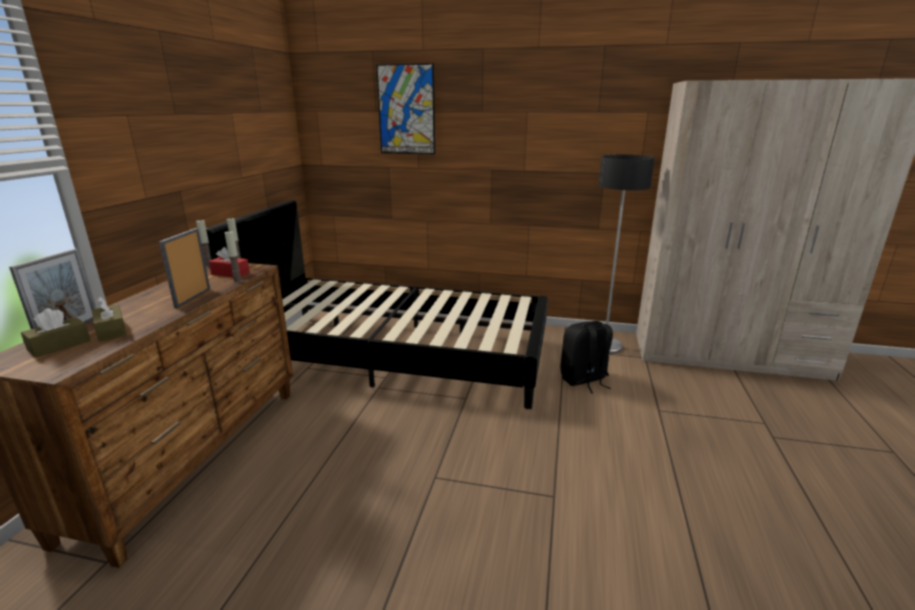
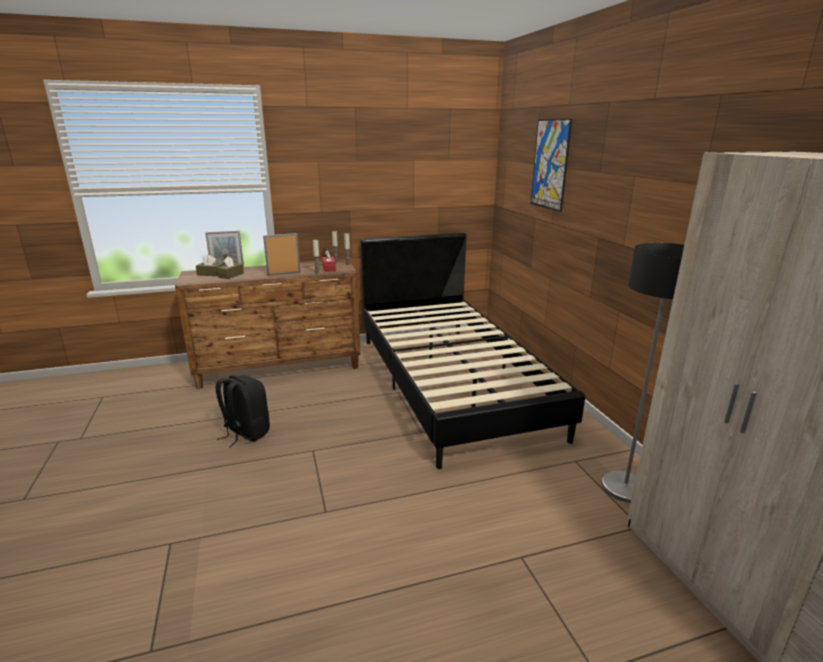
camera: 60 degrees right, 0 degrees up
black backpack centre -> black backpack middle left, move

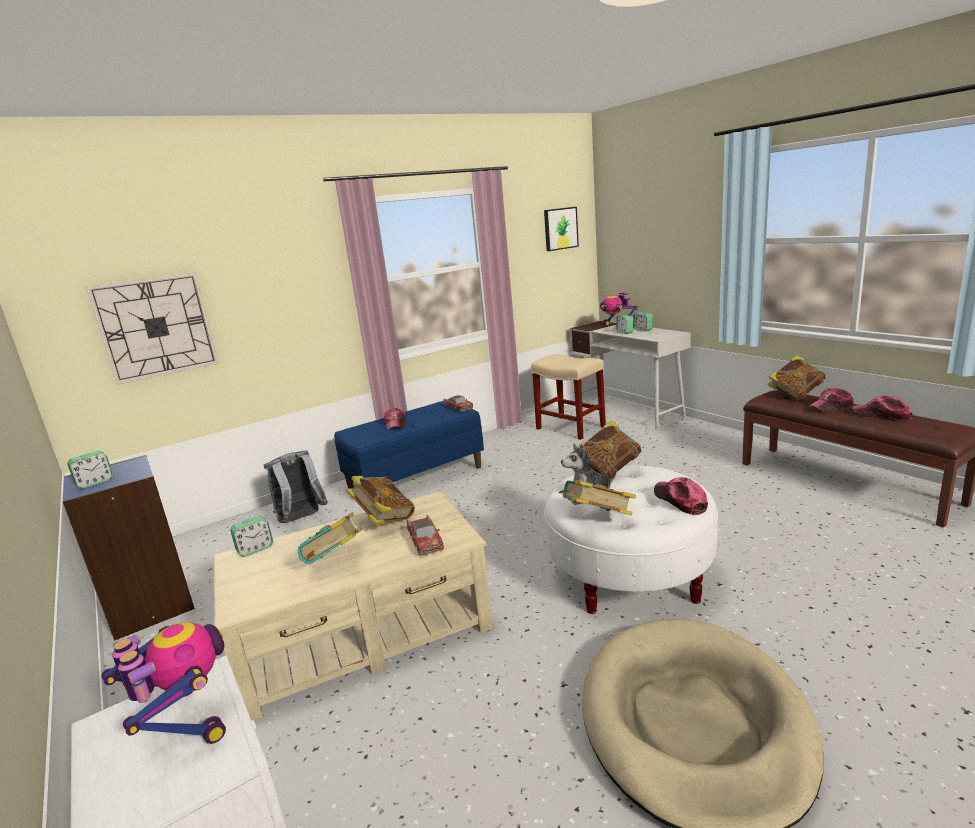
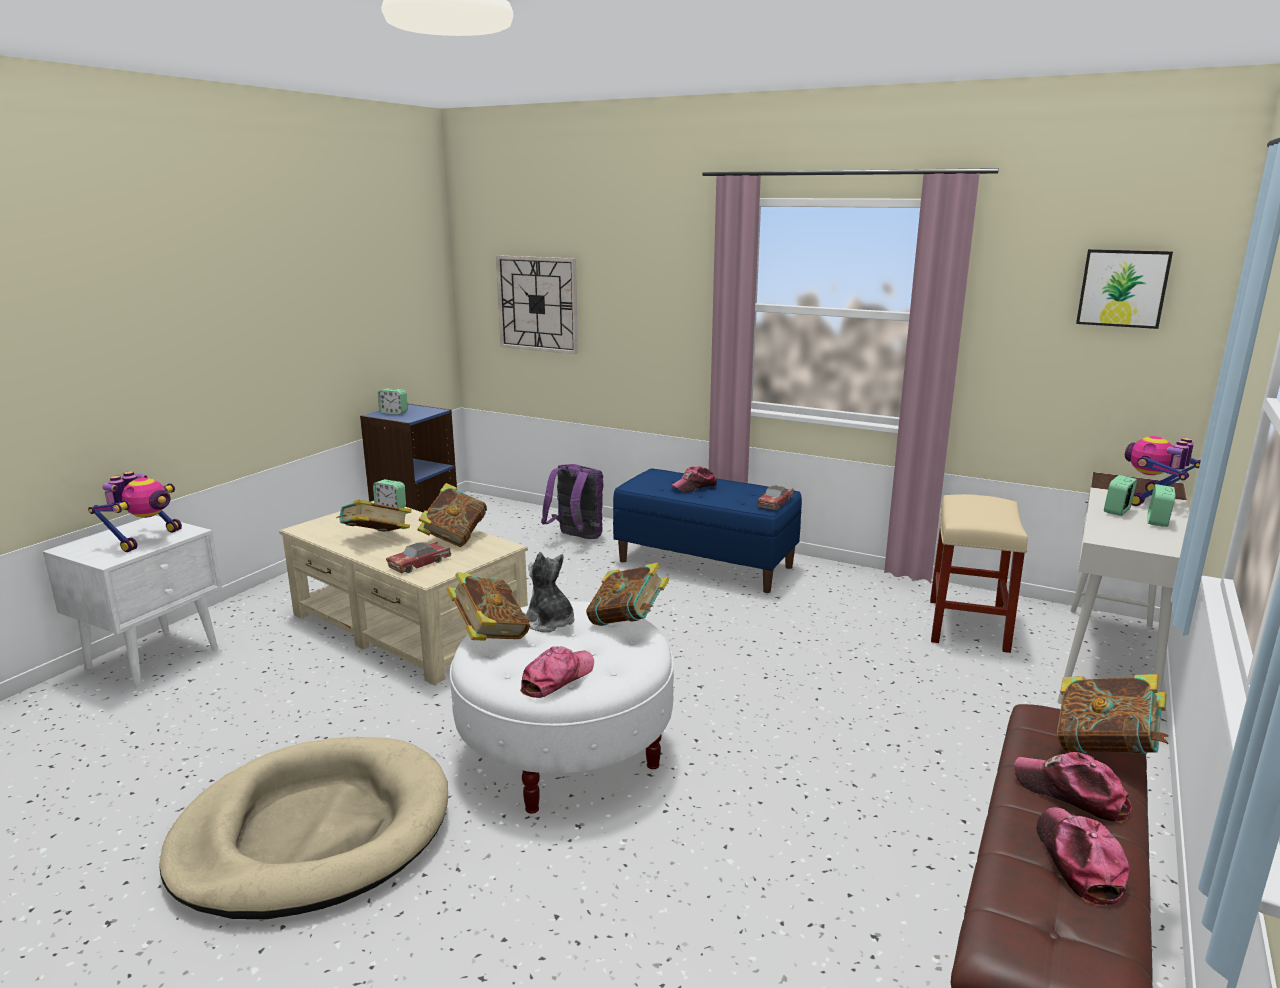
camera: 60 degrees right, 0 degrees up
grey backpack middle left -> purple backpack centre

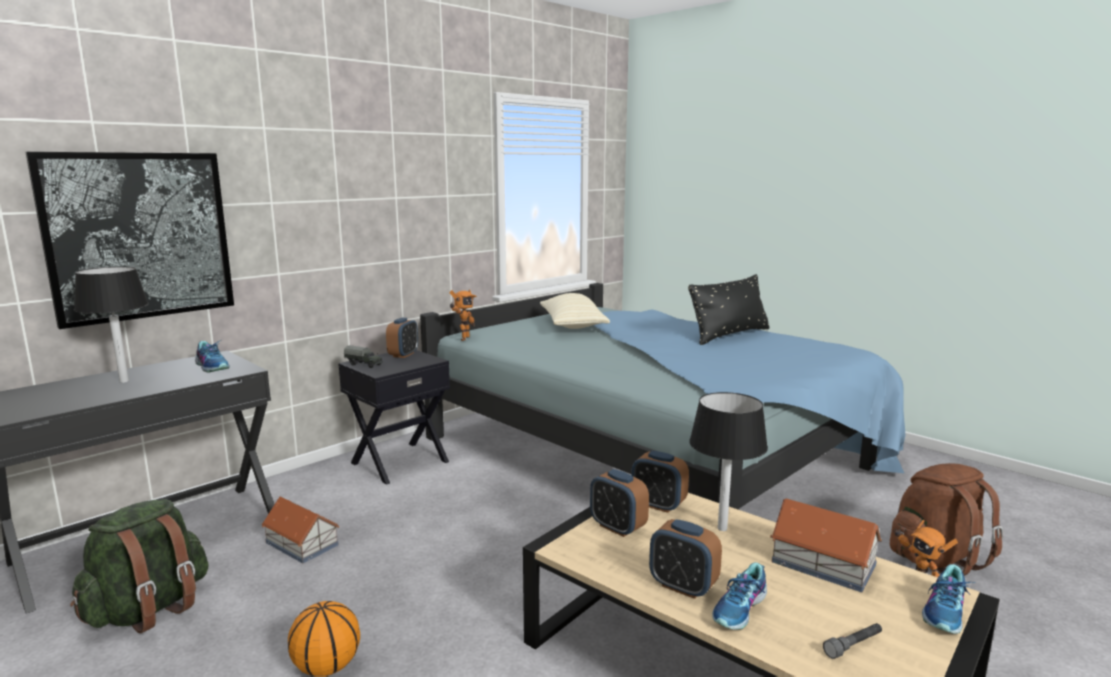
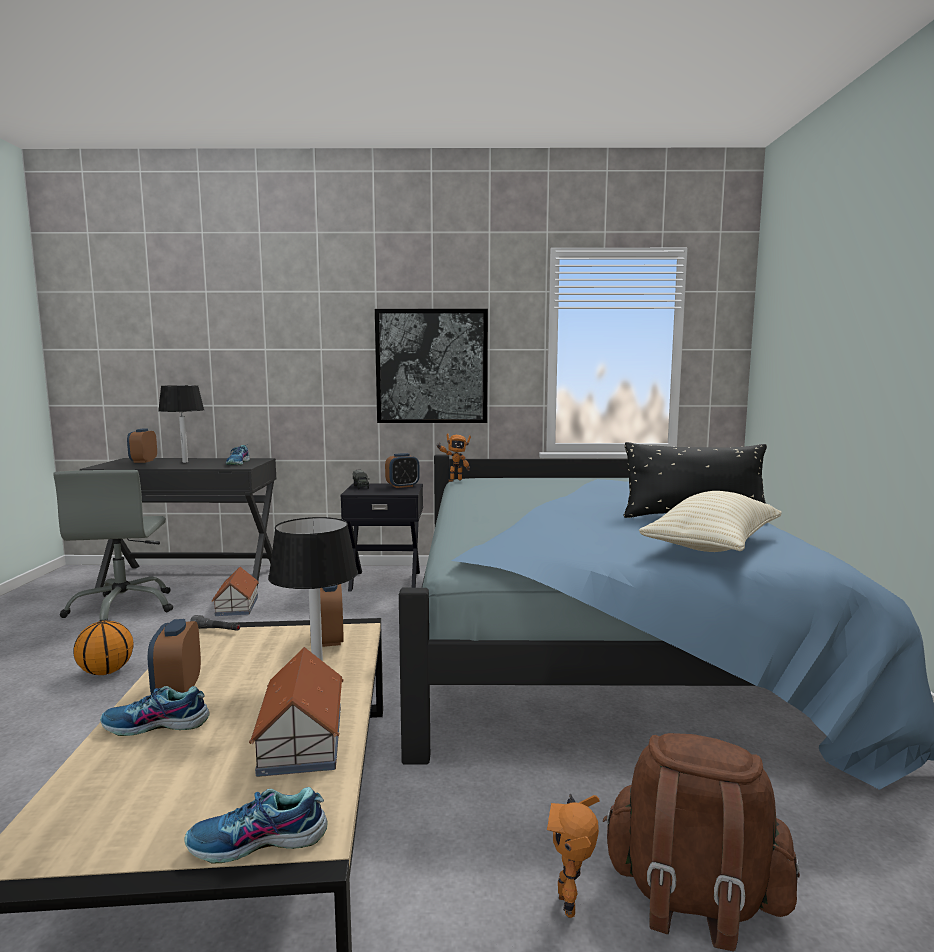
camera: 45 degrees right, 5 degrees down
green backpack bottom left -> grey office chair middle left
alarm clock (2nd from left in the first image) bottom centre -> alarm clock (1st from left) middle left, move
grey flashlight bottom right -> grey flashlight middle left, move
picture middle left -> picture centre, move
beige pillow centre -> beige pillow middle right, move

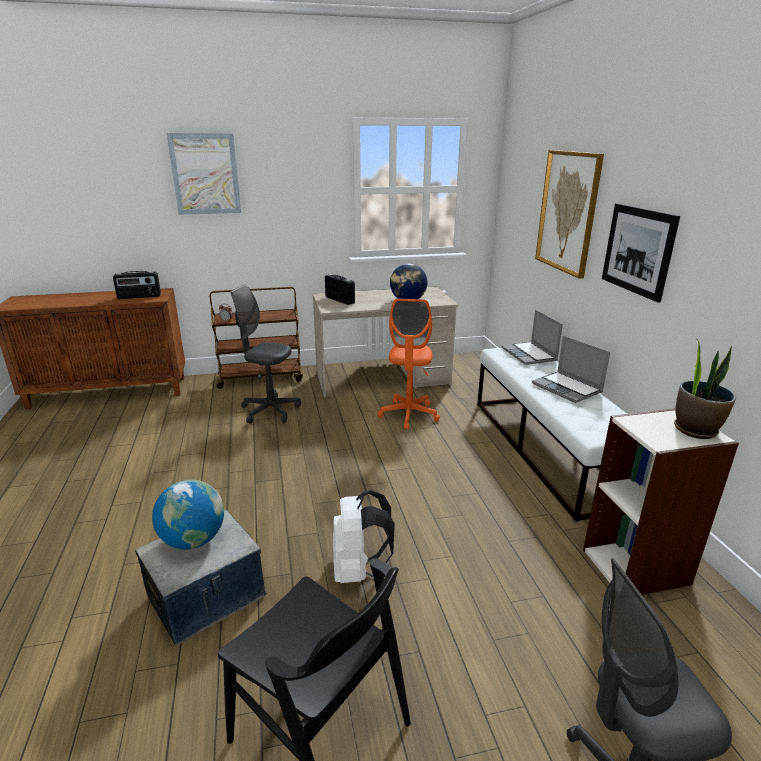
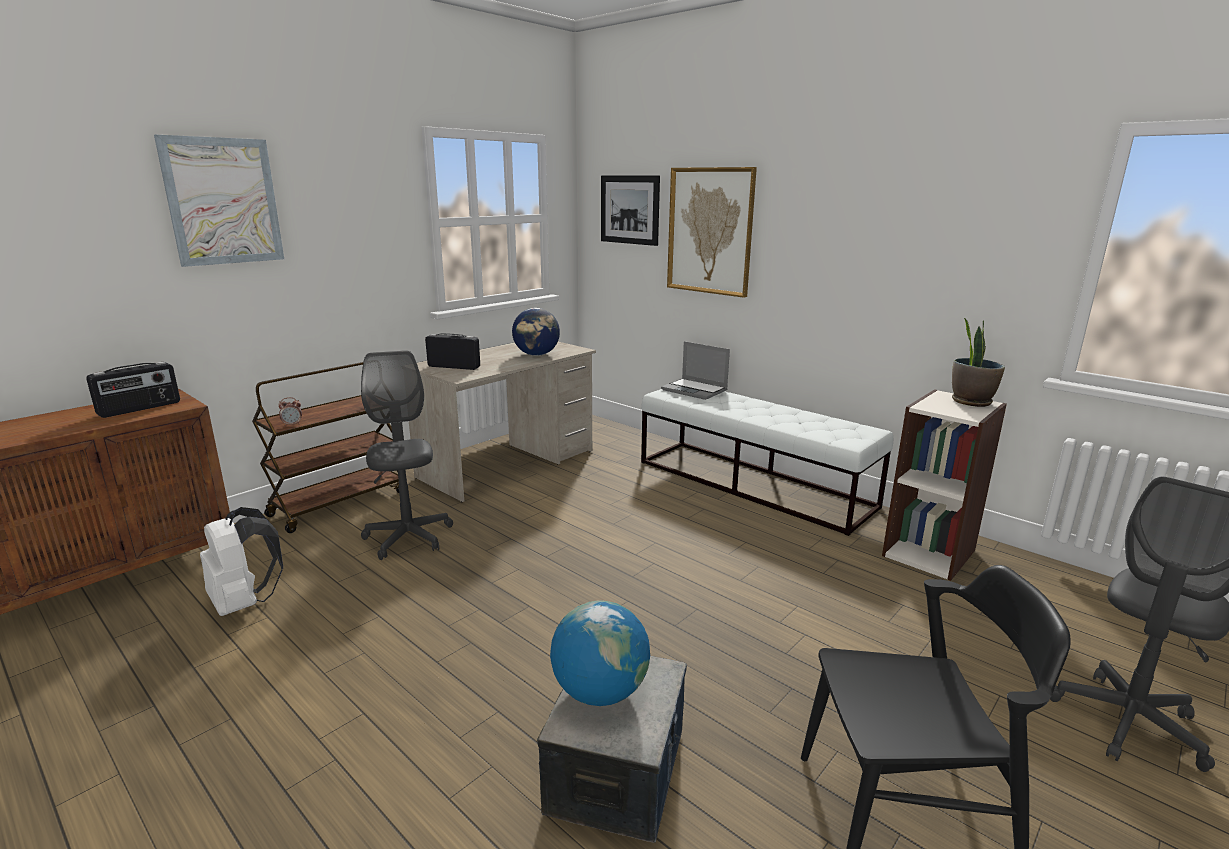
camera: 35 degrees left, 5 degrees down
white backpack bottom centre -> white backpack middle left, move
grey office chair (1st from left) centre -> grey office chair (1st from left) middle left, 90 degrees clockwise
picture (3rd from left in the first image) top right -> picture (2nd from left) top centre, move
orange office chair centre -> none
laptop (2nd from left) middle right -> none

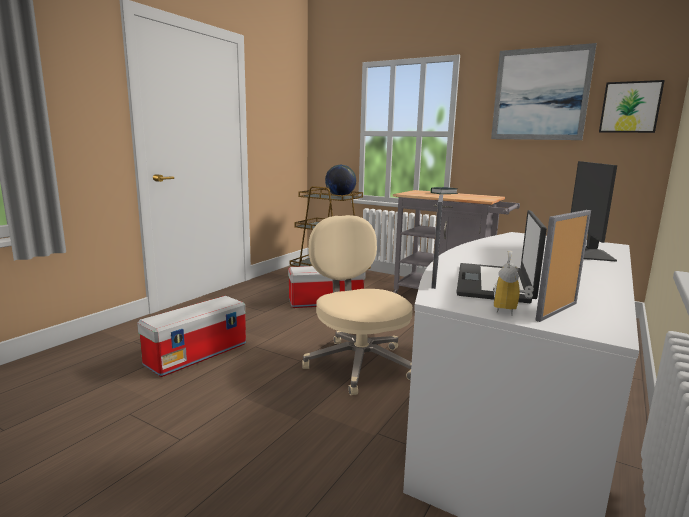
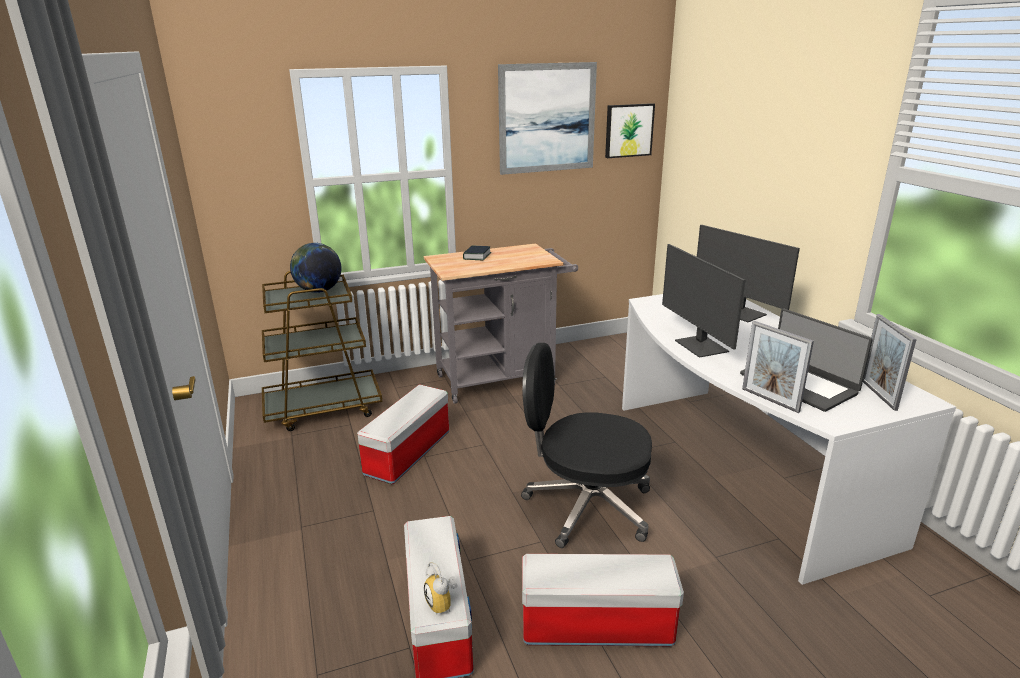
camera: 50 degrees left, 10 degrees up
alarm clock middle right -> alarm clock bottom centre, move
beige office chair centre -> black office chair centre
none -> storage box (3rd from left) bottom centre
none -> monitor (1st from left) middle right

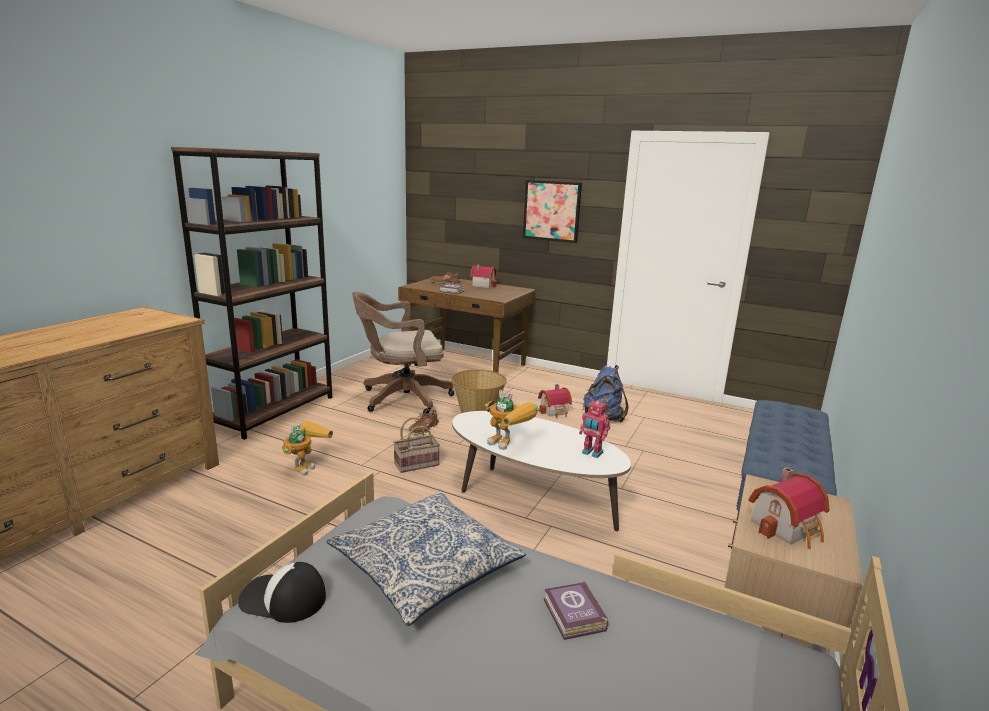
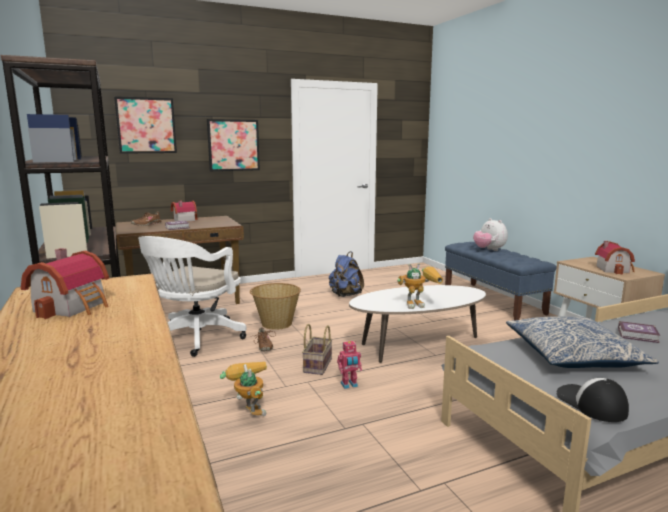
camera: 50 degrees left, 5 degrees down
toy house (2nd from left in the first image) centre -> toy house (1st from left) middle left, move
none -> picture (1st from left) top left
brown office chair centre -> white office chair middle left
toy robot (3rd from left in the first image) centre -> toy robot (2nd from left) bottom centre, move
none -> plush toy middle right
cap bottom left -> cap bottom right, 105 degrees clockwise

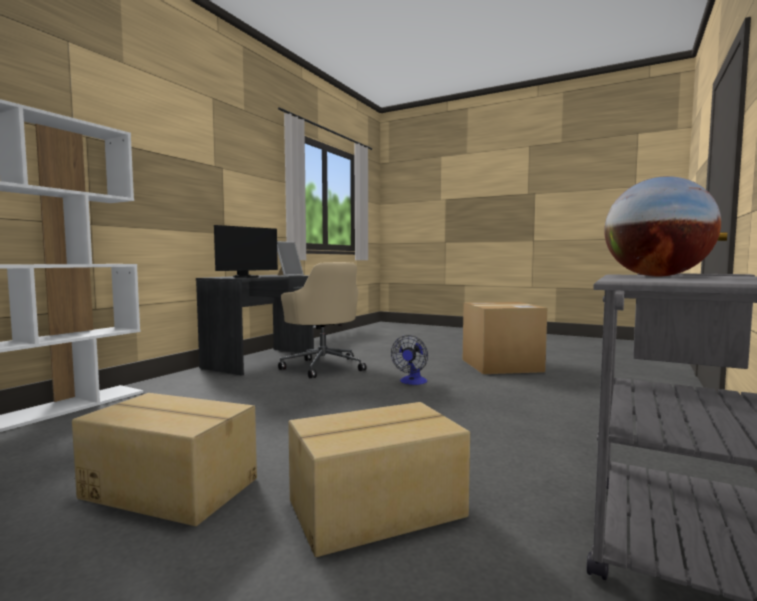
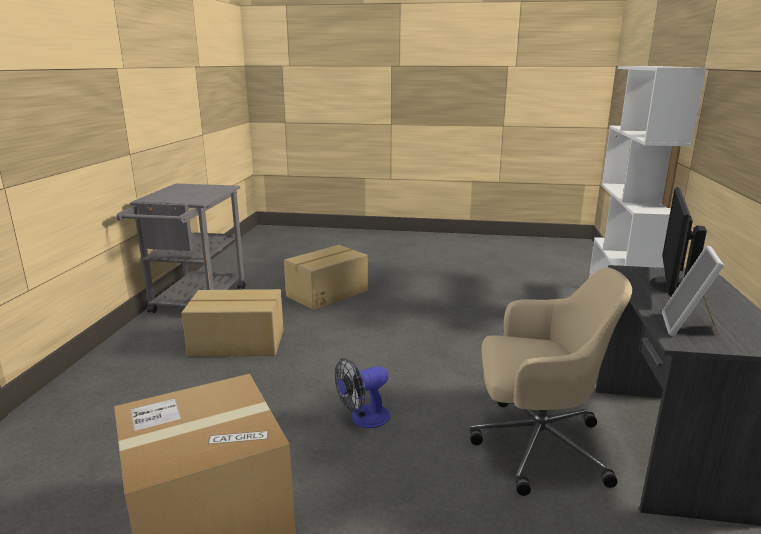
camera: 160 degrees right, 15 degrees up
cardboard box (1st from left in the first image) bottom left -> cardboard box (2nd from left) middle left, move
fan centre -> fan bottom centre, 120 degrees counterclockwise
beige office chair centre -> beige office chair bottom right, 150 degrees clockwise
globe middle right -> none

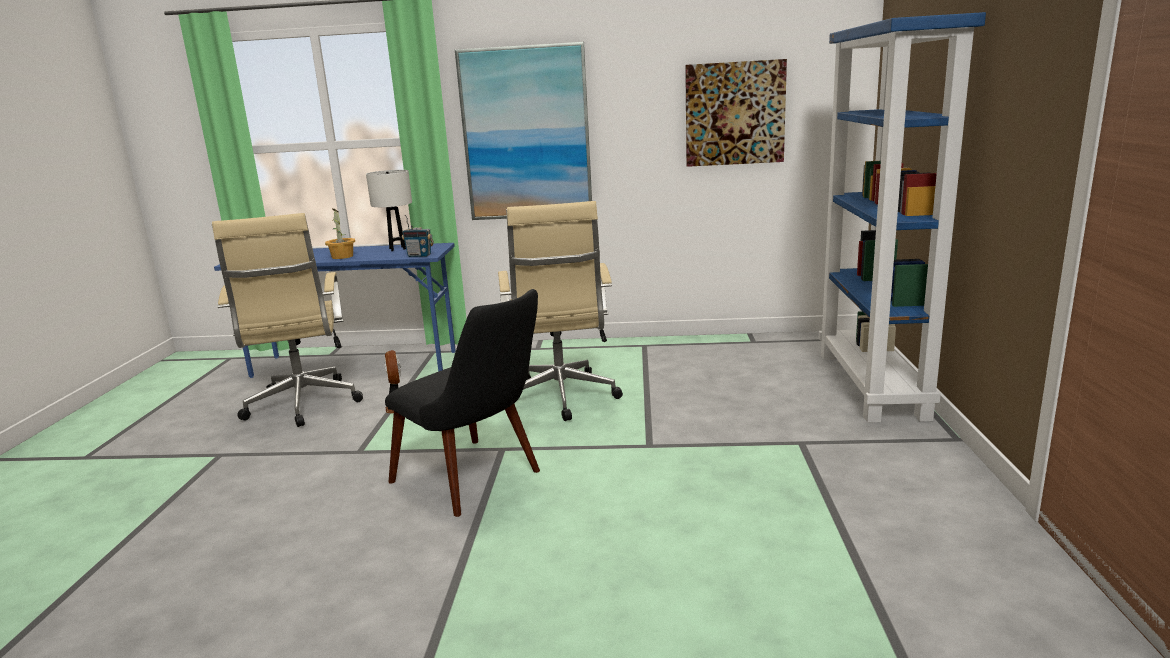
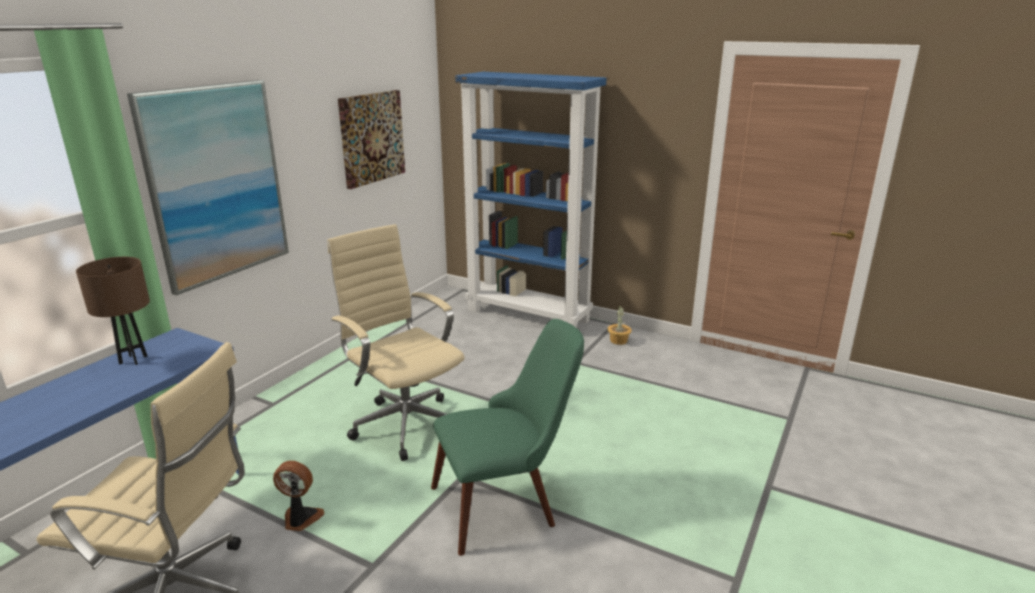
camera: 65 degrees left, 5 degrees up
white table lamp top left -> brown table lamp middle left
beige office chair (2nd from left) centre, 150 degrees counterclockwise
black chair centre -> green chair bottom centre
potted plant middle left -> potted plant centre, move
radio centre -> none

